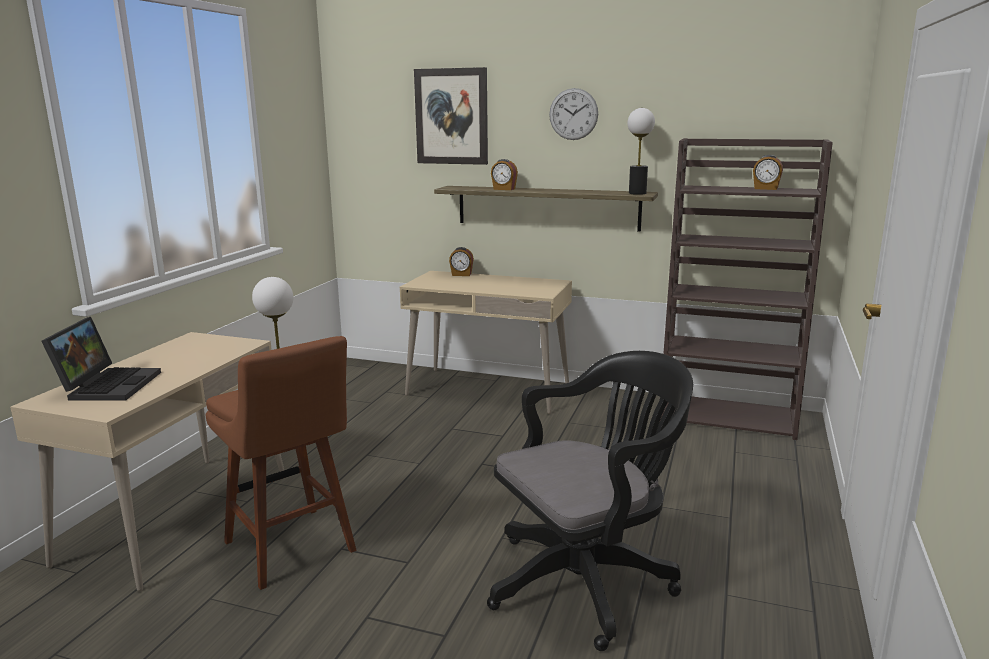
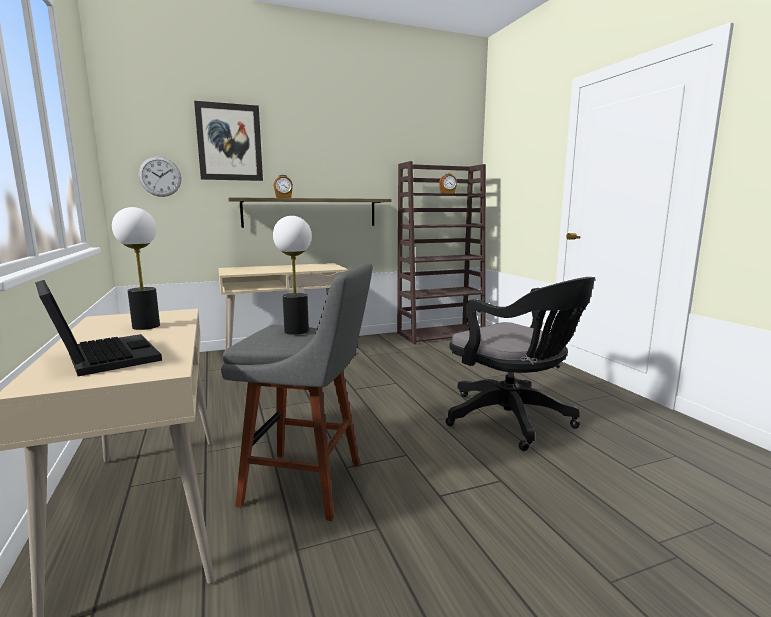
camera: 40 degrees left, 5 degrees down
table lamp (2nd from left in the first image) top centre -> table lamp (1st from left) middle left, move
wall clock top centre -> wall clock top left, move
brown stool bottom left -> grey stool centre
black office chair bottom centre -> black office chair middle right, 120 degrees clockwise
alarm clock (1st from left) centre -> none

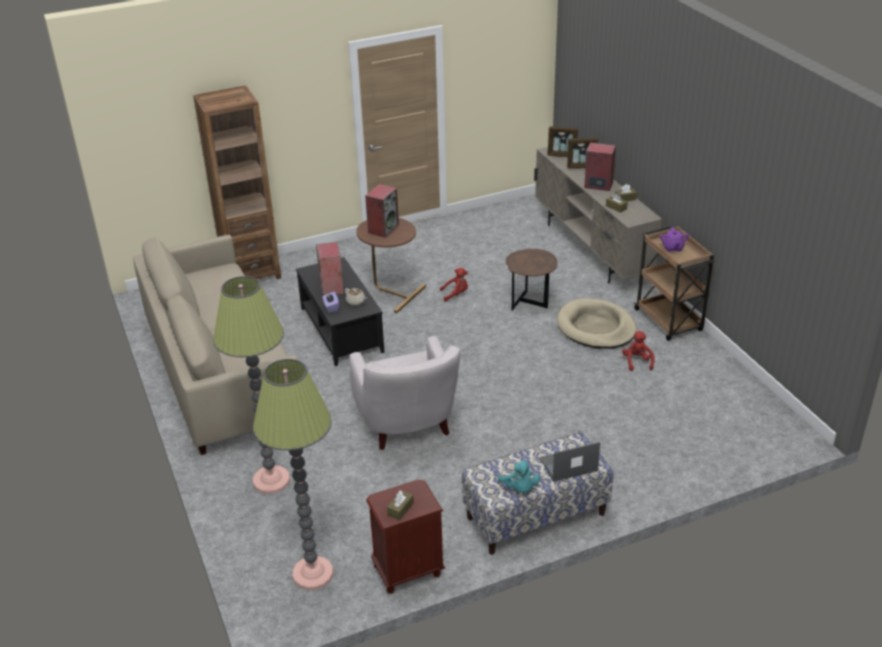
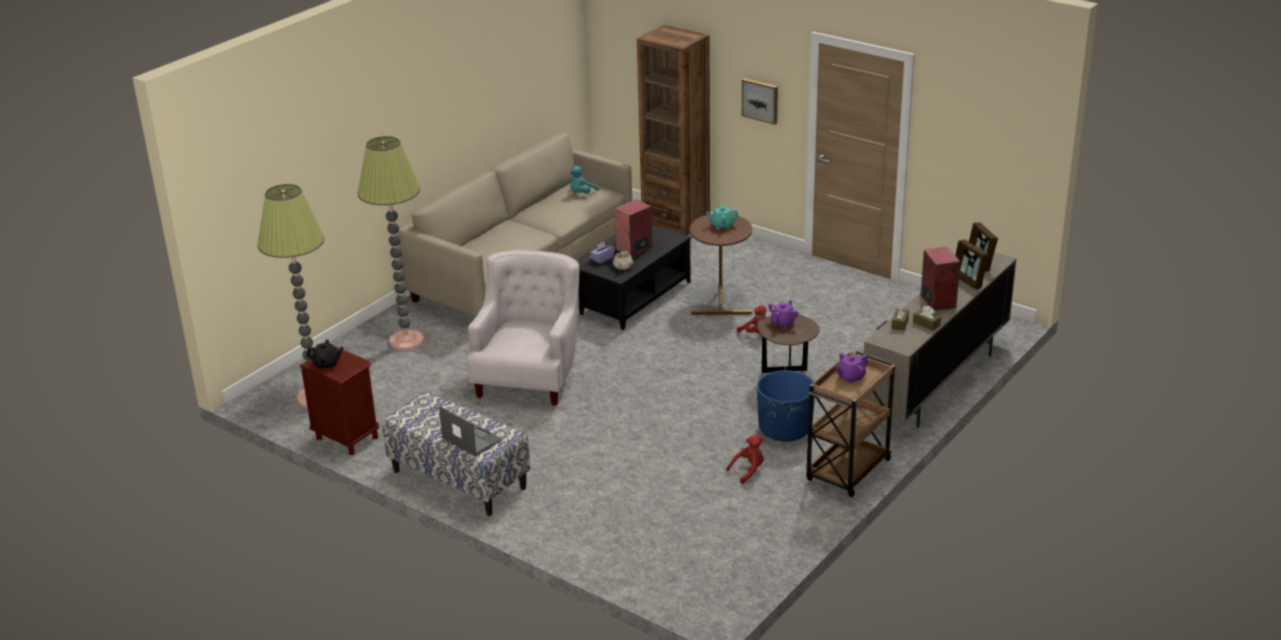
camera: 60 degrees right, 5 degrees down
brown tissue box (1st from left) bottom centre -> black teapot middle left
white armchair centre, 150 degrees clockwise
turquoise plush toy bottom centre -> turquoise plush toy top centre, move
speaker (2nd from left) top centre -> turquoise teapot centre
none -> picture top centre
beige dog bed middle right -> blue planter centre
none -> purple teapot (1st from left) centre

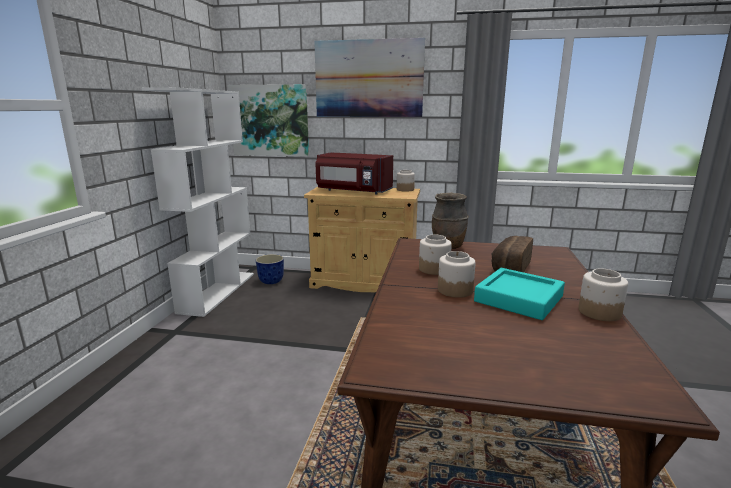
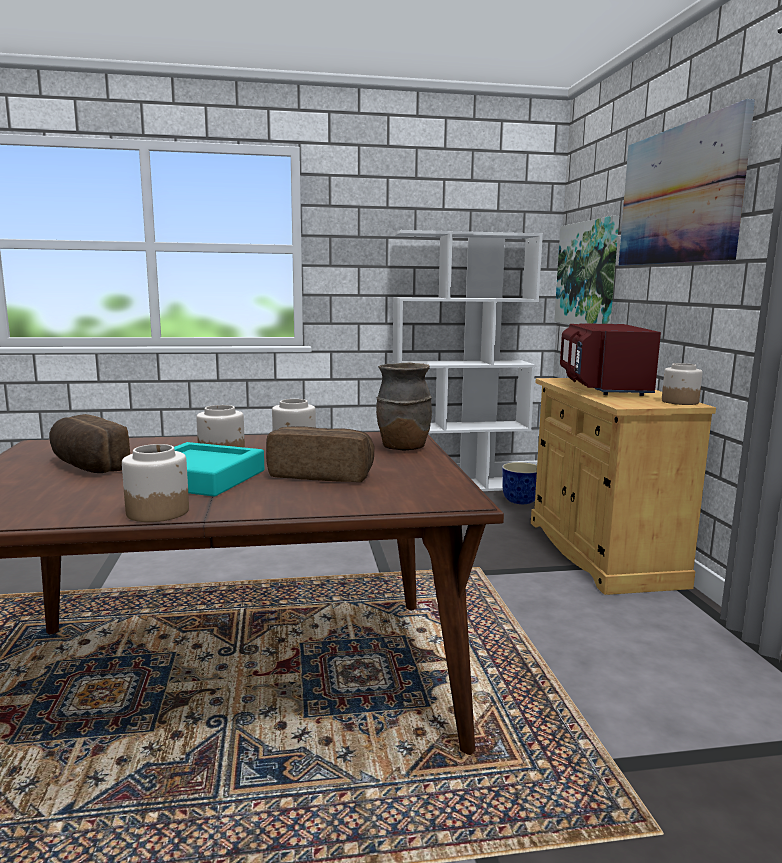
camera: 70 degrees right, 5 degrees down
none -> bread (1st from left) middle left

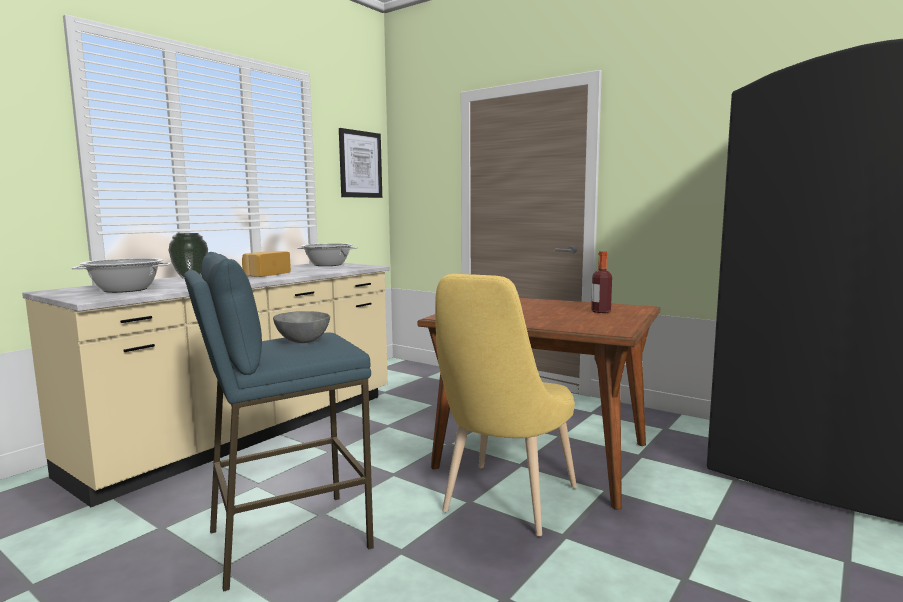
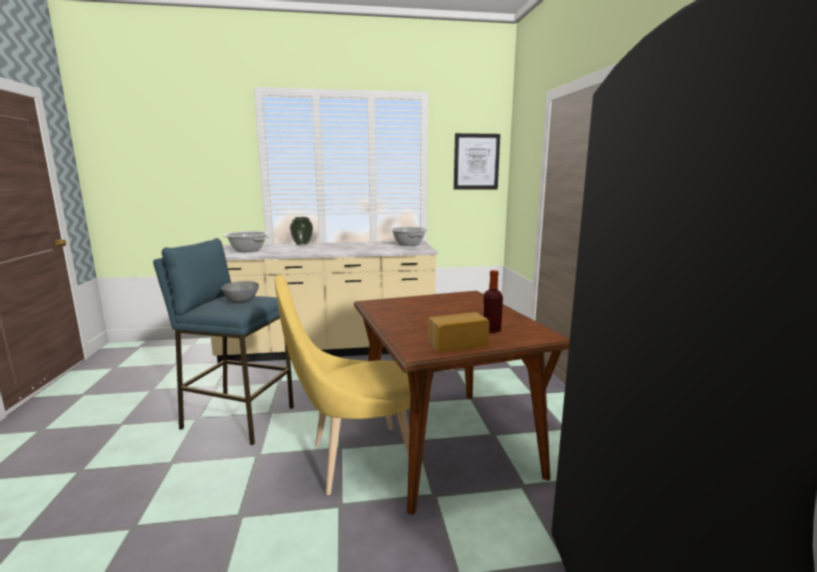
camera: 45 degrees right, 5 degrees up
bread middle left -> bread centre, move

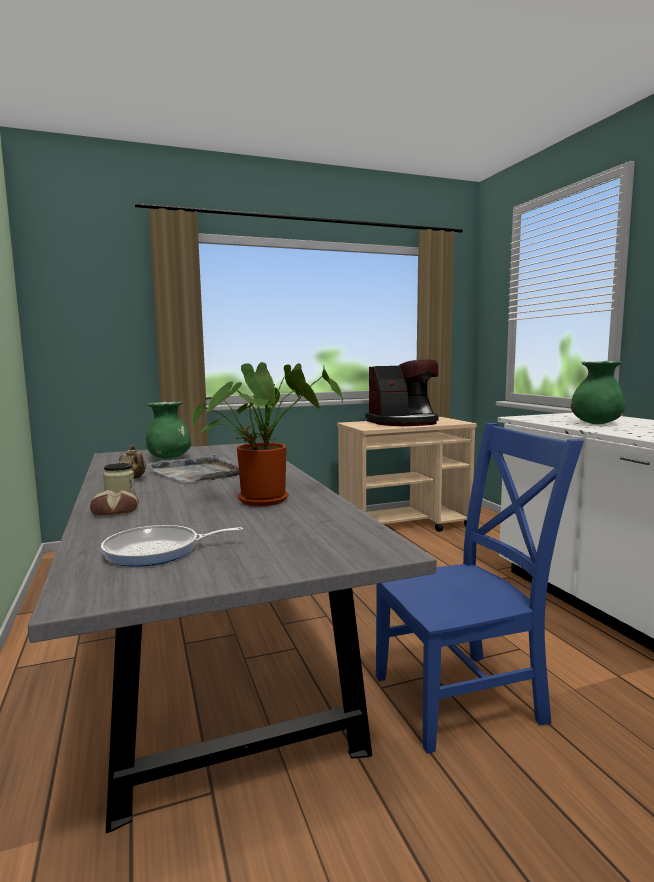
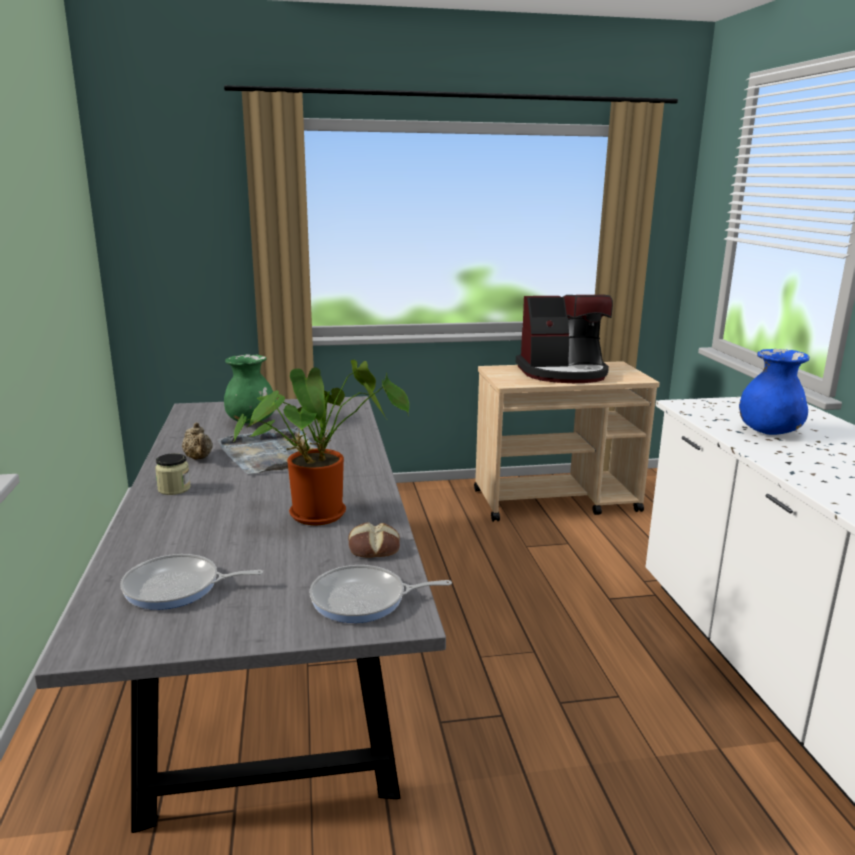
camera: 10 degrees right, 10 degrees up
none -> frying pan (2nd from left) bottom centre
bread middle left -> bread centre, move
green vase (2nd from left) middle right -> blue vase middle right
blue chair bottom right -> none

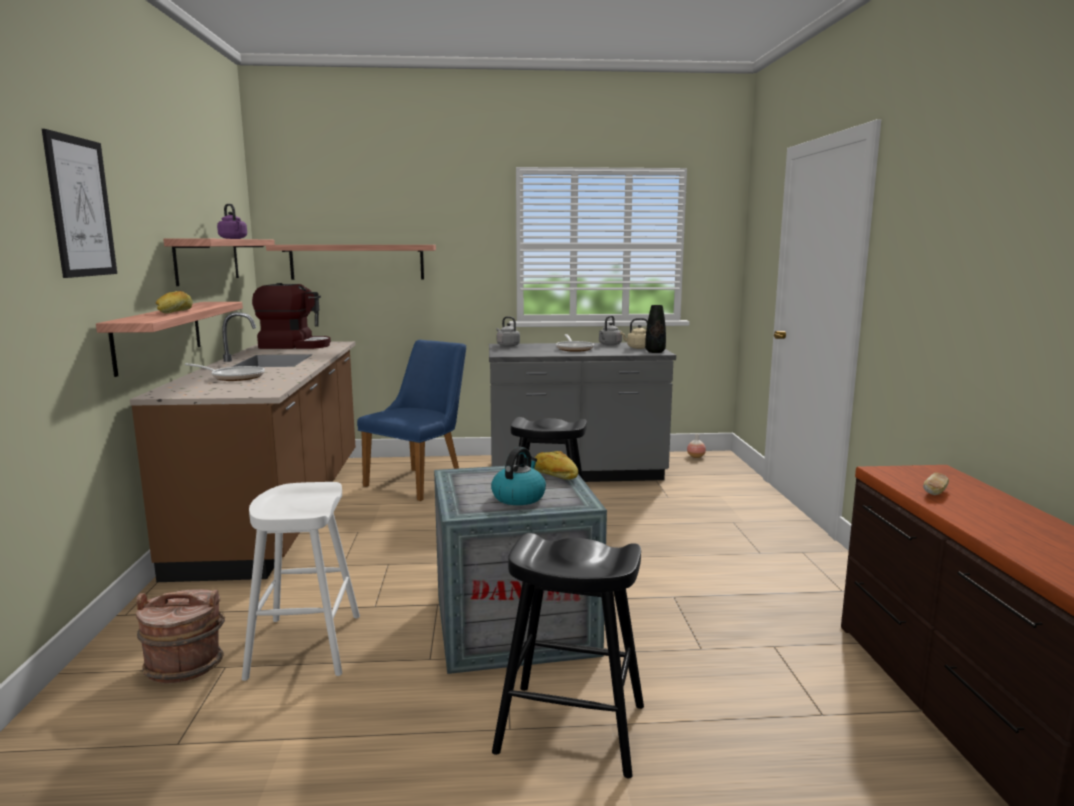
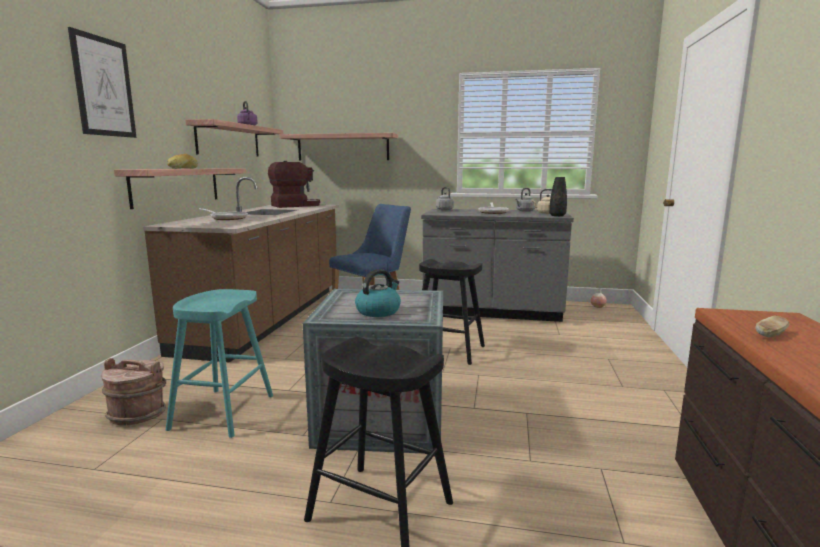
camera: 15 degrees right, 0 degrees up
white stool bottom left -> turquoise stool middle left
coffee machine middle left -> coffee machine centre, 45 degrees counterclockwise
bread (2nd from left) centre -> none

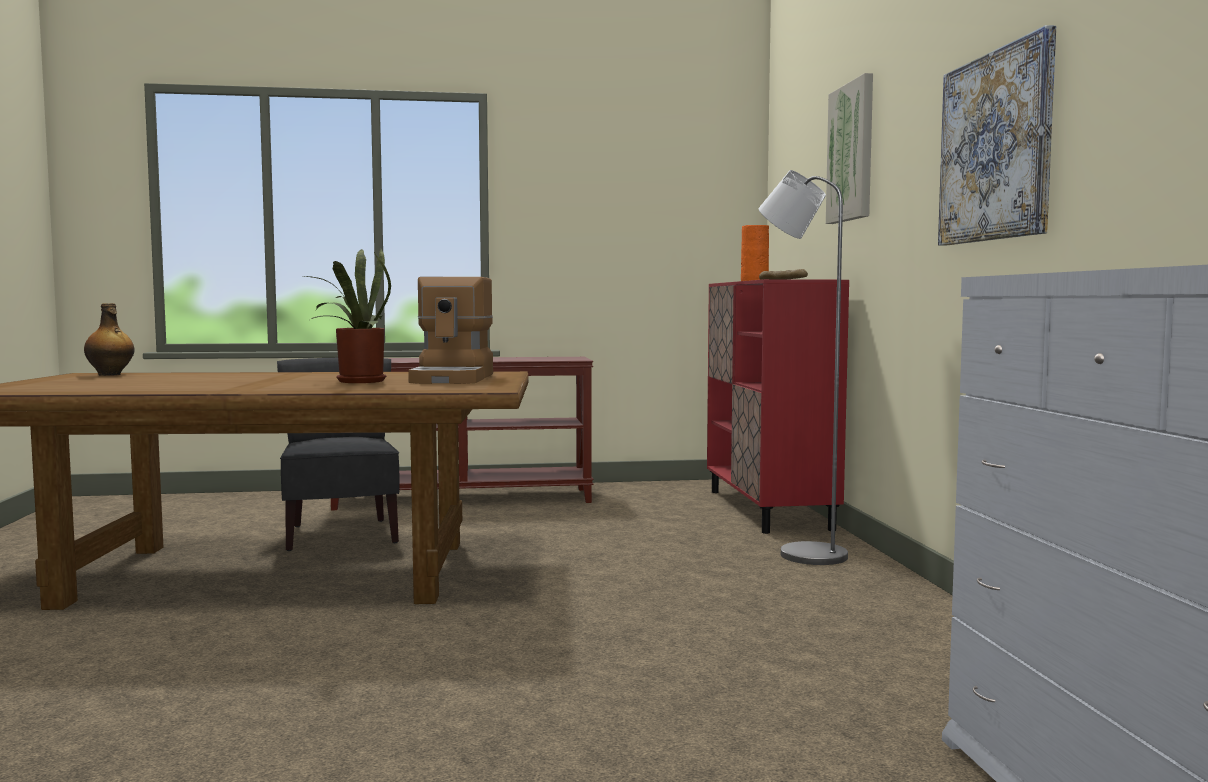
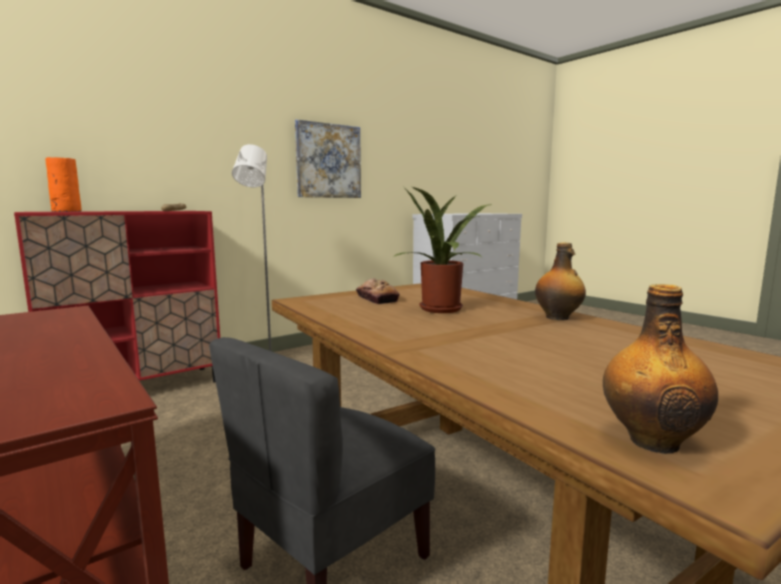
camera: 120 degrees left, 5 degrees up
coffee machine centre -> bread (2nd from left) centre
none -> bottle (1st from left) middle right
picture (1st from left) top right -> none

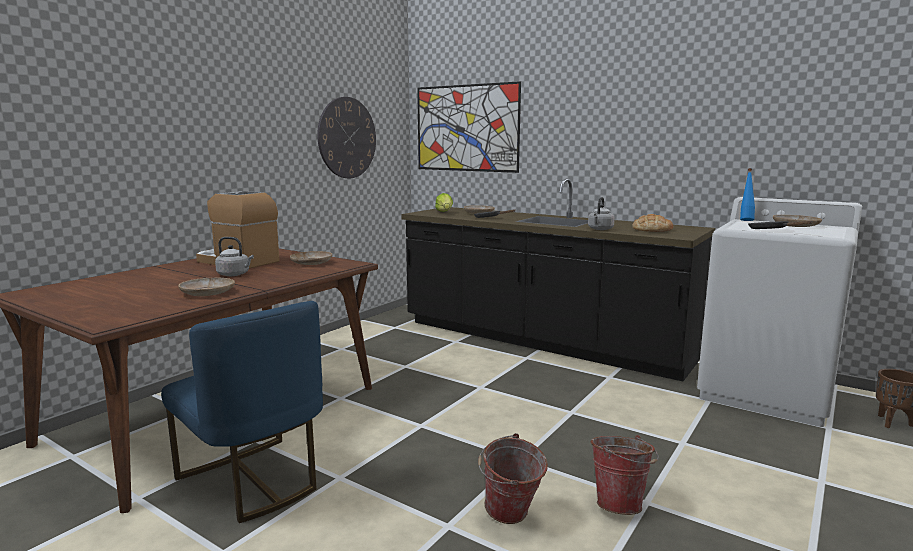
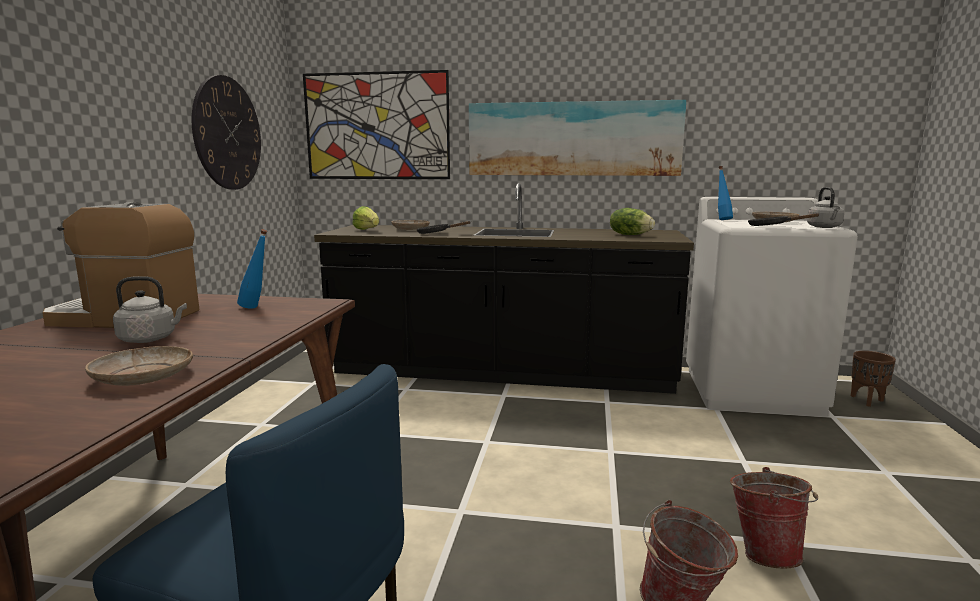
camera: 25 degrees left, 0 degrees up
beige plate (2nd from left) centre -> blue bottle (1st from left) middle left
none -> picture (2nd from left) top centre
bread middle right -> lettuce (2nd from left) centre
grey kettle (2nd from left) centre -> grey kettle (2nd from left) middle right, move

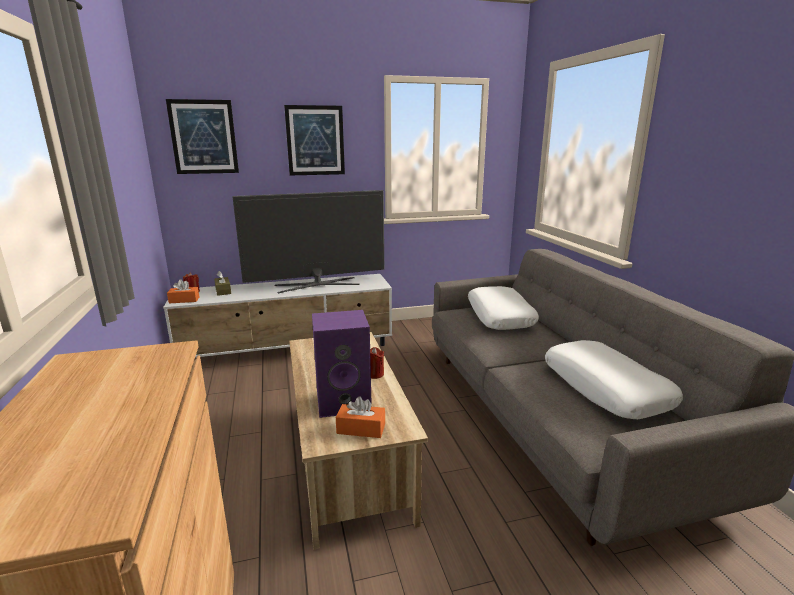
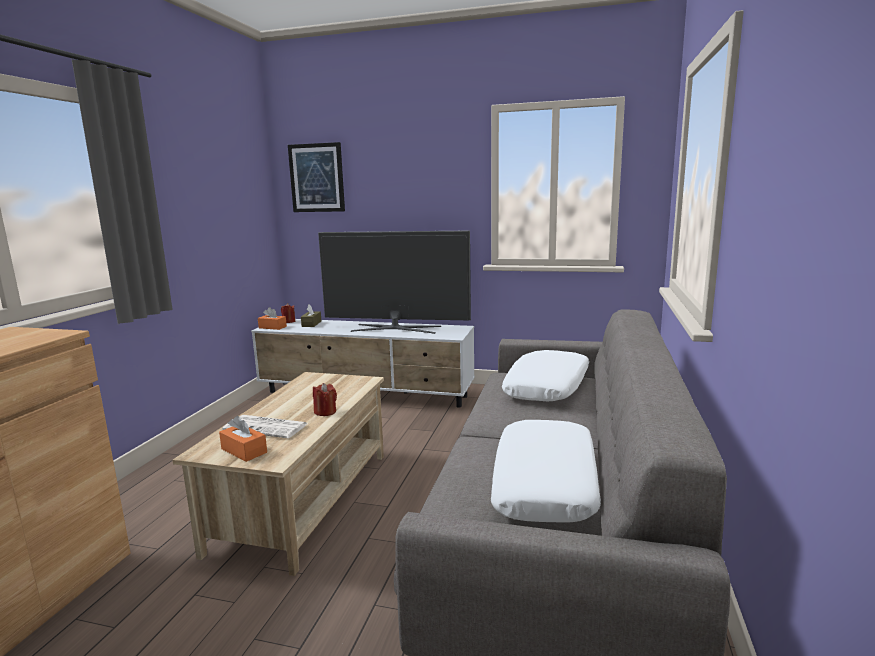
camera: 30 degrees right, 5 degrees down
purple speaker centre -> newspaper middle left
picture (2nd from left) top centre -> none

